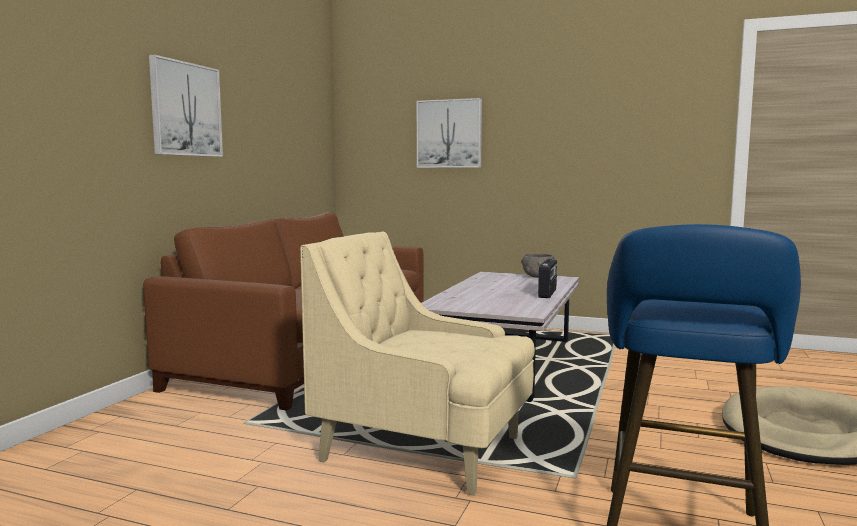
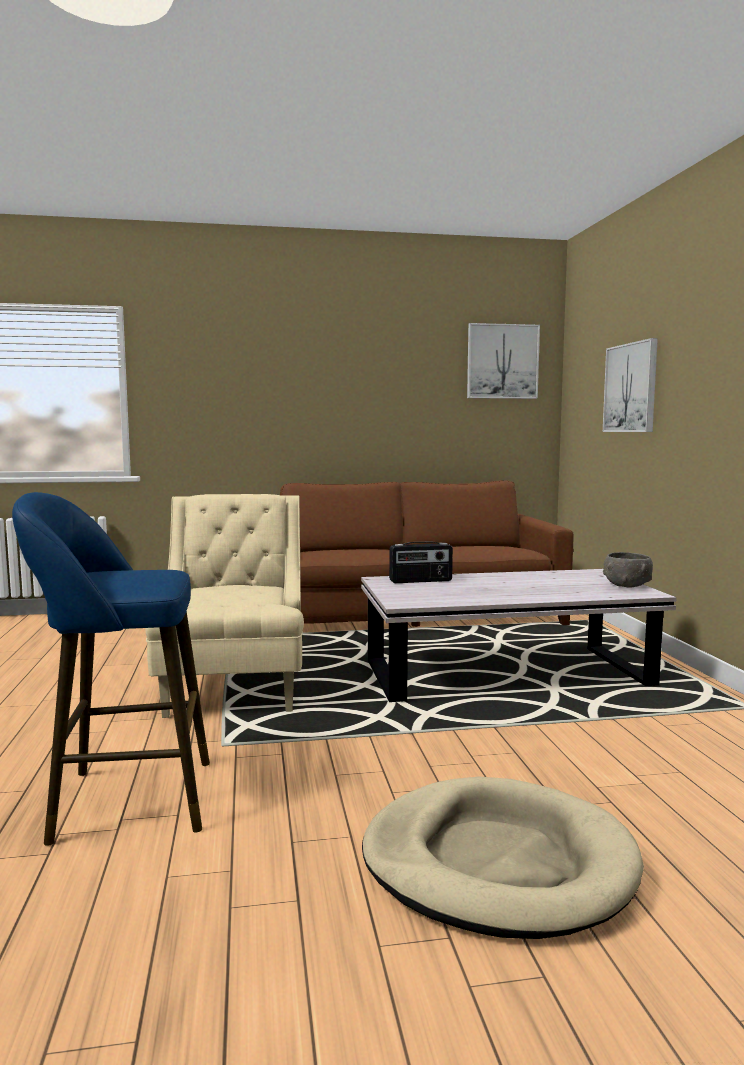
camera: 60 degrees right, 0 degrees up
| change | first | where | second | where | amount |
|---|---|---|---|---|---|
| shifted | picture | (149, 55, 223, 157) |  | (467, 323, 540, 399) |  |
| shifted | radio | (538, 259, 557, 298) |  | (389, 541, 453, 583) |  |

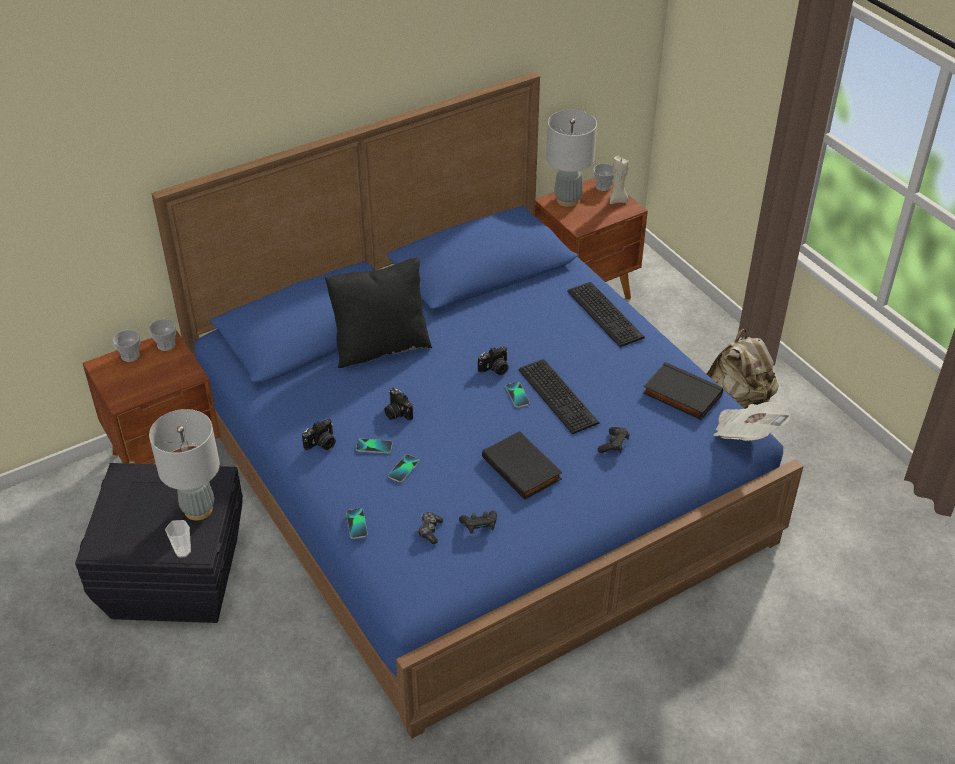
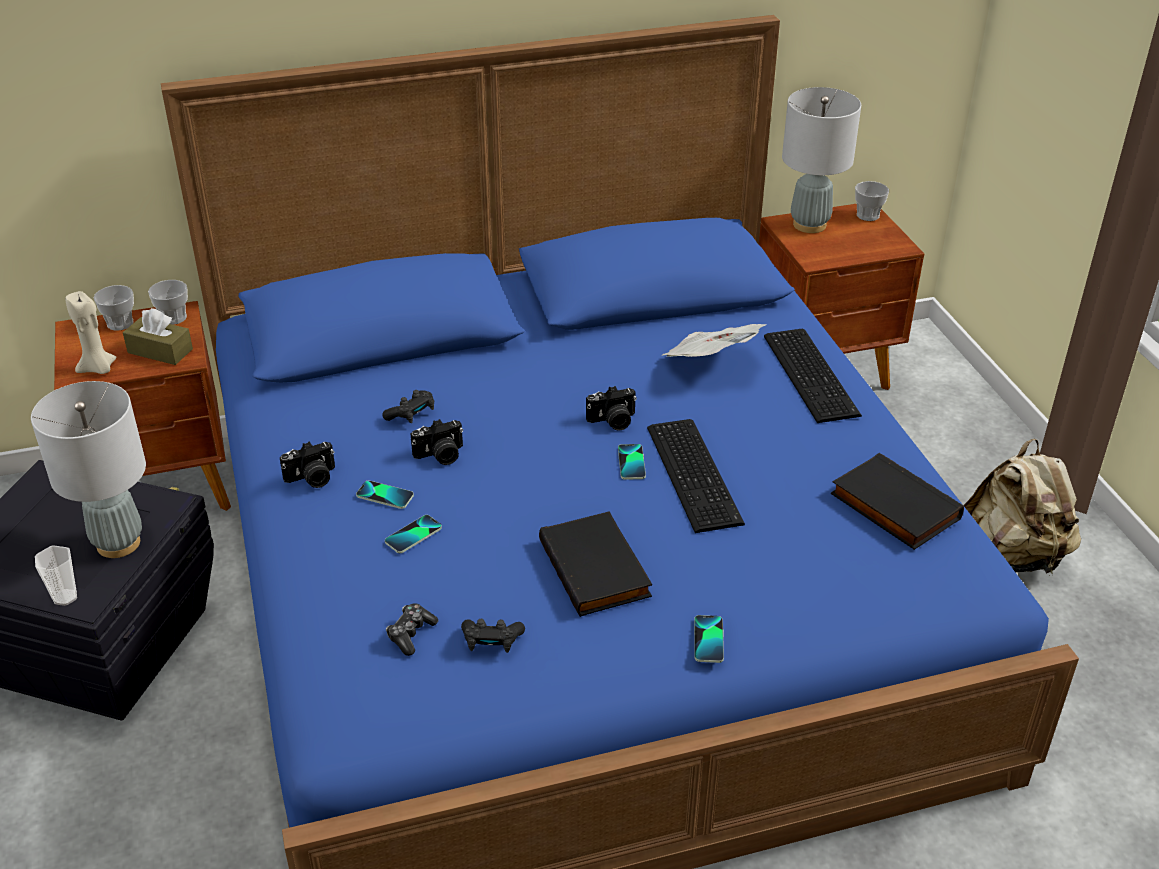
camera: 15 degrees right, 5 degrees down
| change | first | where | second | where | amount |
|---|---|---|---|---|---|
| shifted | candle (sand-coloured) | (610, 156, 629, 204) |  | (65, 291, 116, 374) |  |
| gone | cushion (blackish) | (325, 257, 432, 368) |  |  |  |
| rotated | still camera | (384, 388, 413, 420) |  | (411, 419, 463, 465) | 90 degrees counterclockwise |
| shifted | daily paper | (714, 401, 790, 441) |  | (661, 324, 767, 357) |  |
| shifted | joypad (blackish) | (598, 427, 630, 453) |  | (382, 390, 434, 423) |  |
| shifted | phone | (346, 508, 368, 539) |  | (694, 615, 724, 663) |  |
| new |  |  | tissue box (brown) | (123, 308, 193, 365) |  |

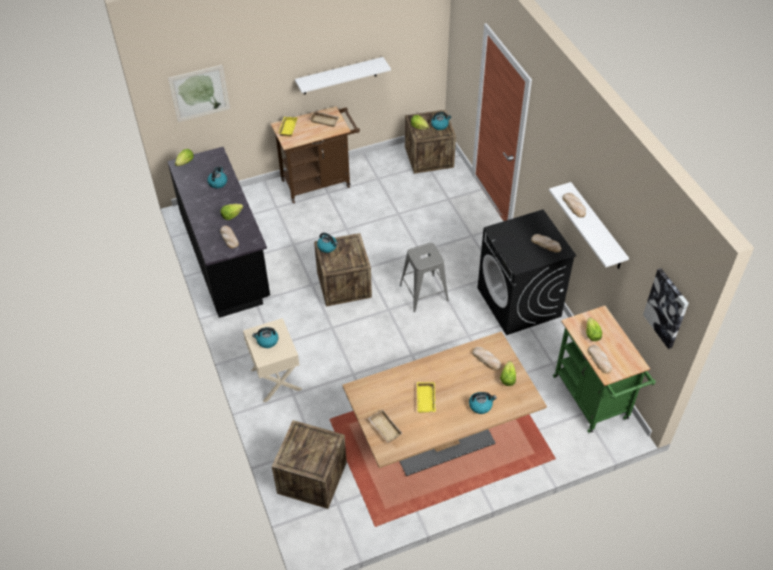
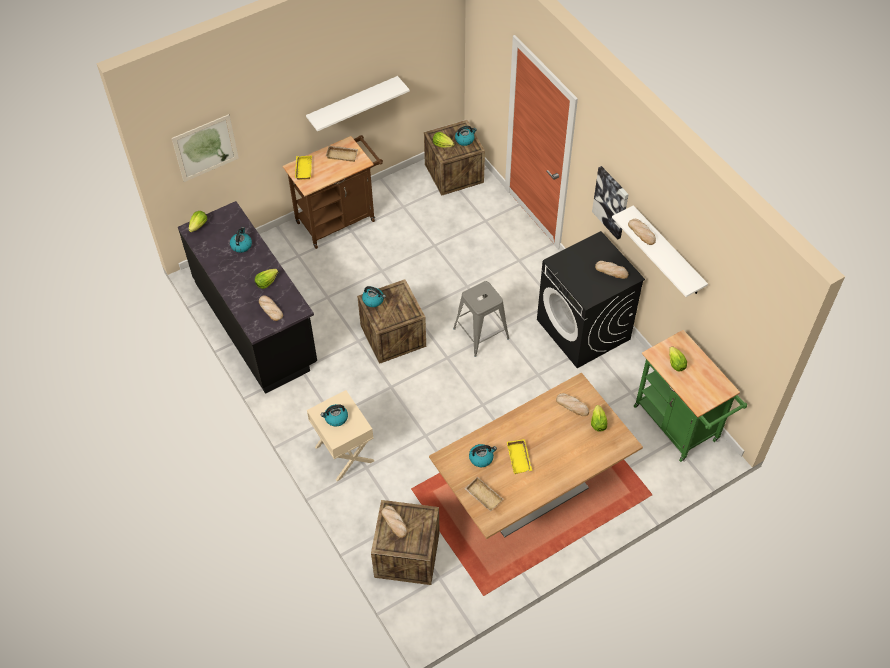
camera: 10 degrees left, 5 degrees up
| change | first | where | second | where | amount |
|---|---|---|---|---|---|
| shifted | picture | (643, 268, 689, 349) |  | (592, 166, 629, 240) |  |
| shifted | baked bread | (588, 345, 612, 374) |  | (381, 506, 407, 538) |  |
| shifted | kettle | (469, 392, 497, 414) |  | (469, 444, 497, 467) |  |

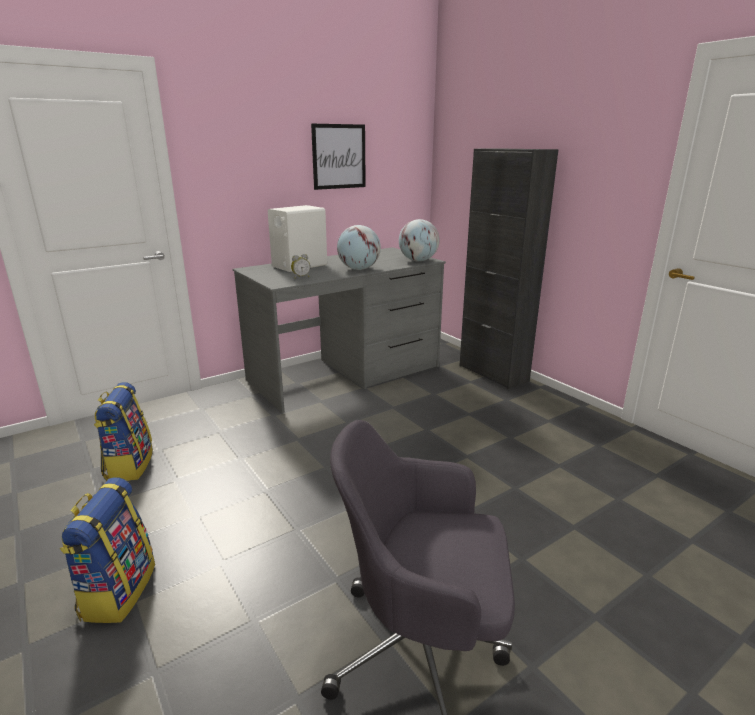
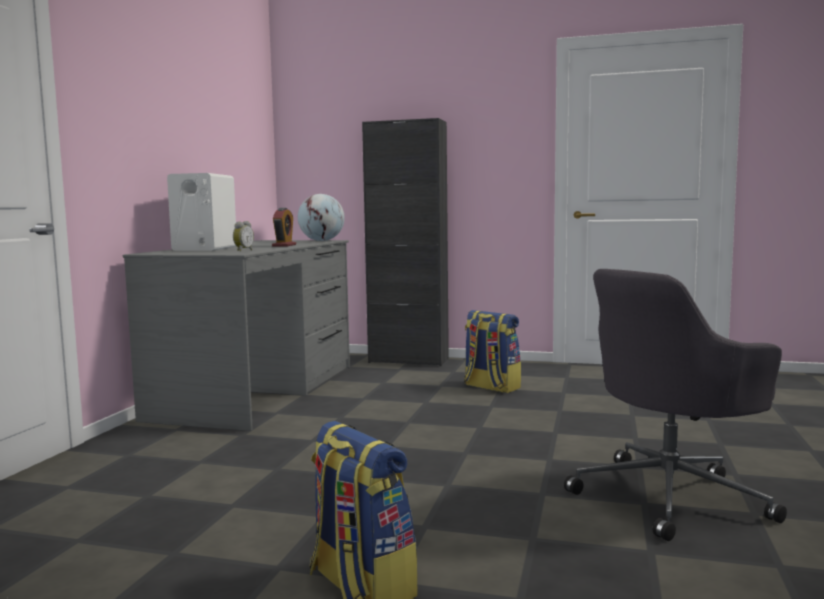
camera: 40 degrees left, 15 degrees down
| change | first | where | second | where | amount |
|---|---|---|---|---|---|
| gone | picture | (311, 124, 366, 190) |  |  |  |
| swapped | desk globe | (337, 225, 381, 270) | table clock | (272, 208, 296, 247) |  |
| shifted | backpack | (94, 382, 153, 481) |  | (464, 310, 521, 393) |  |

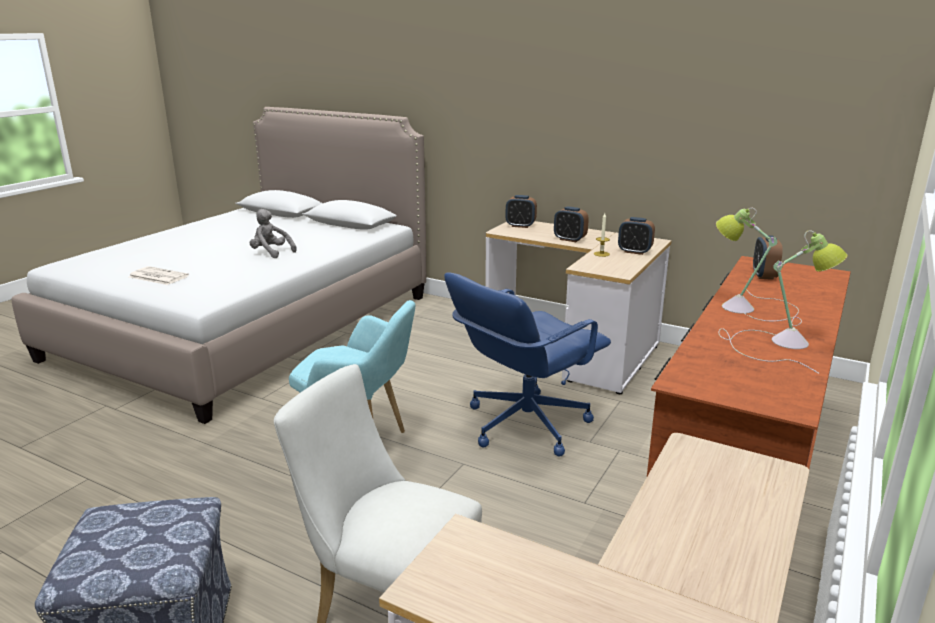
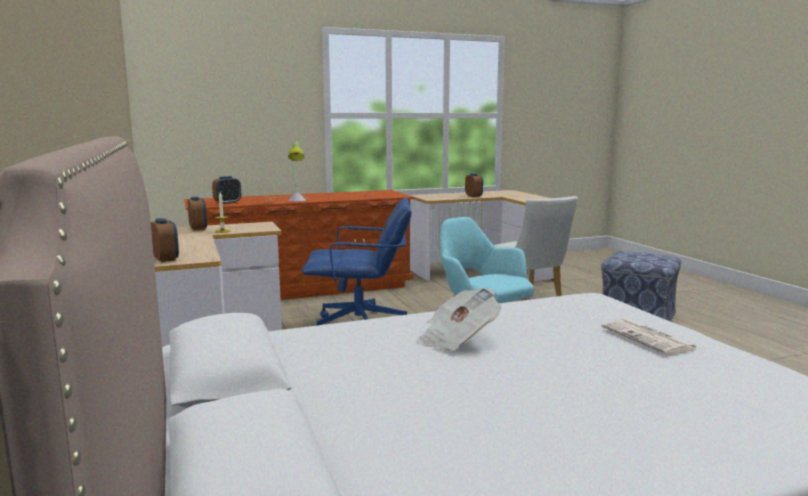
camera: 140 degrees left, 10 degrees down
| change | first | where | second | where | amount |
|---|---|---|---|---|---|
| shifted | table clock | (554, 206, 589, 242) |  | (465, 173, 483, 197) |  |
| swapped | plush toy (grey) | (250, 209, 297, 258) | daily paper | (417, 288, 501, 350) |  |
| gone | table lamp | (718, 230, 848, 374) |  |  |  |

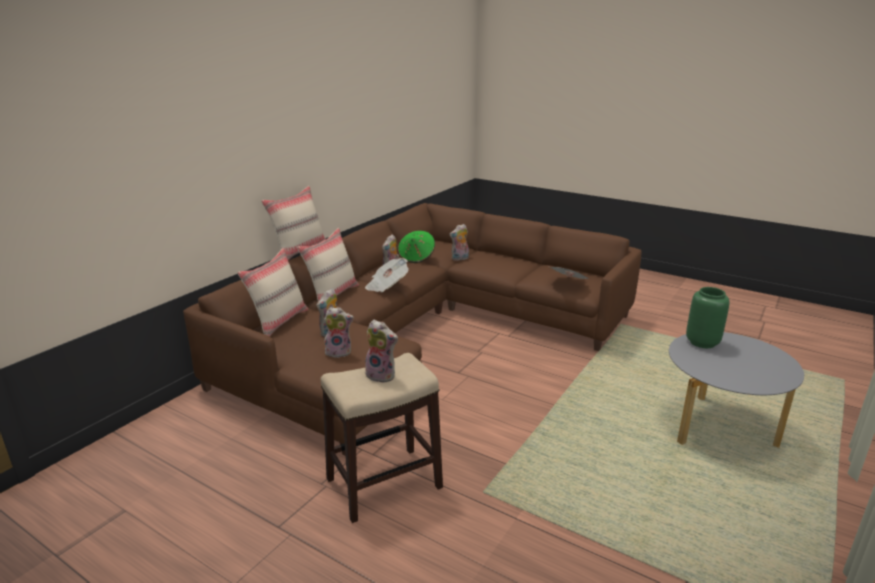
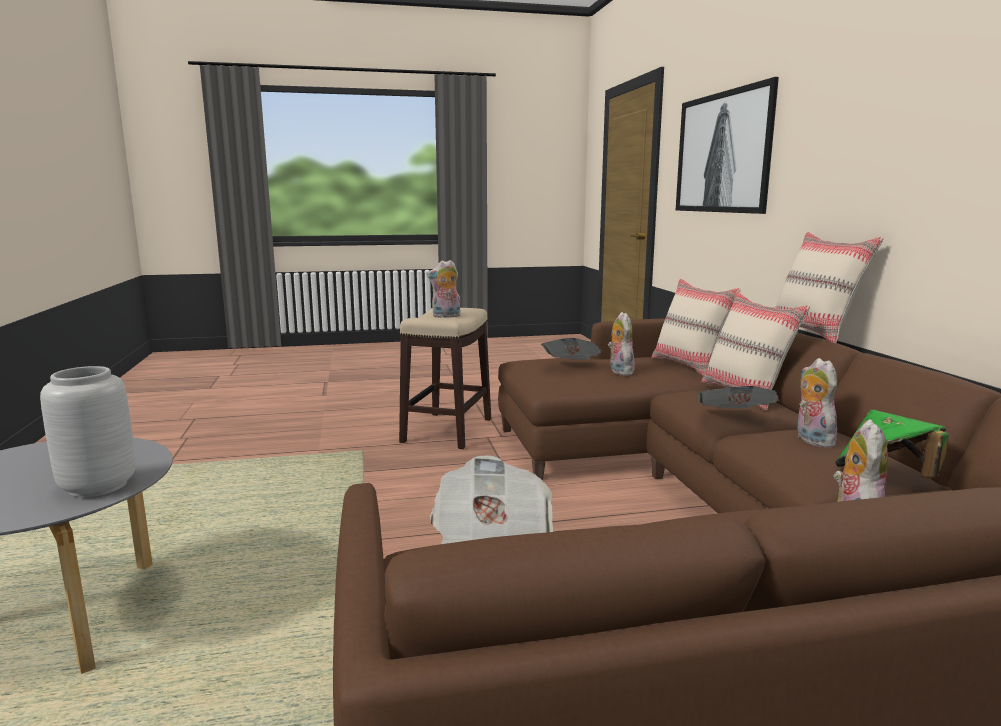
camera: 135 degrees right, 10 degrees down
| change | first | where | second | where | amount |
|---|---|---|---|---|---|
| repainted | vase (green-coloured) | (686, 287, 730, 348) | vase (grey) | (40, 366, 136, 497) |  |
| swapped | plush toy | (323, 307, 354, 358) | daily paper | (541, 338, 602, 360) |  |
| new |  |  | picture | (676, 77, 779, 214) |  |

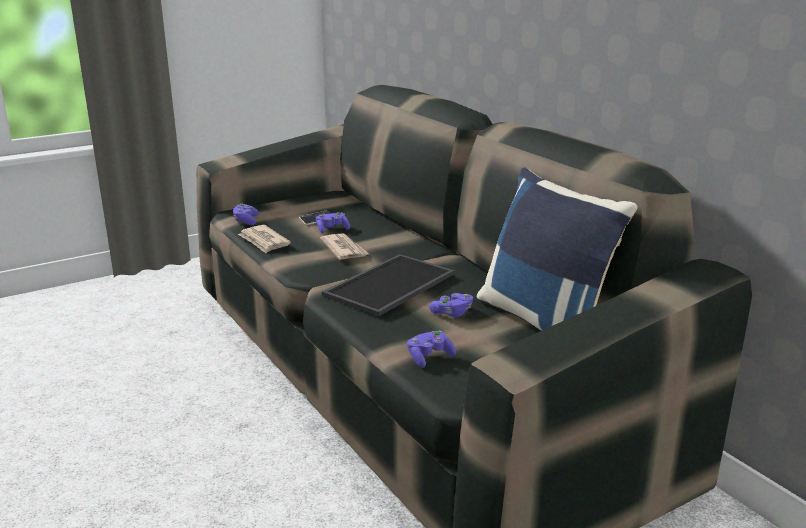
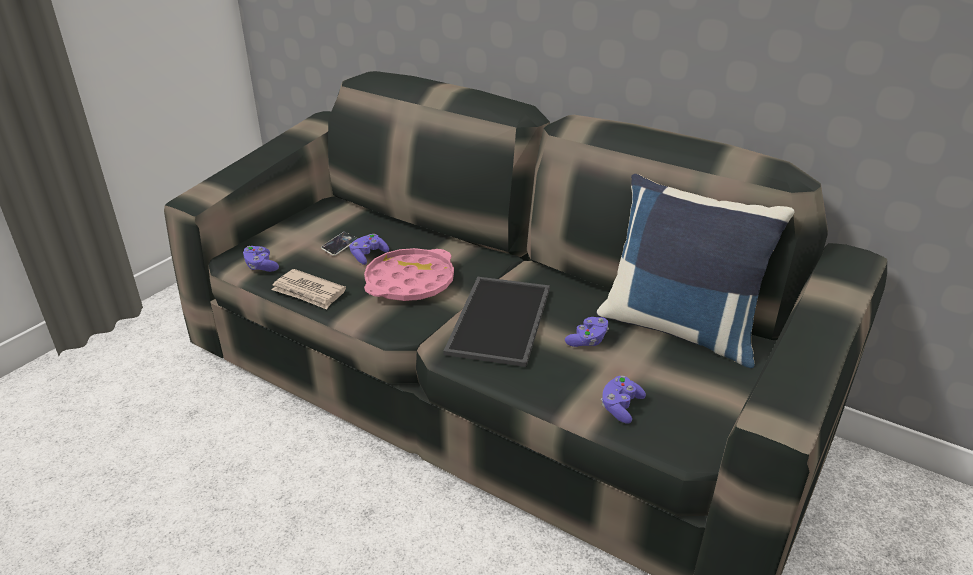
camera: 25 degrees left, 10 degrees up
| change | first | where | second | where | amount |
|---|---|---|---|---|---|
| swapped | daily paper | (320, 233, 369, 259) | serving tray (pink-coloured) | (364, 248, 454, 301) |  |

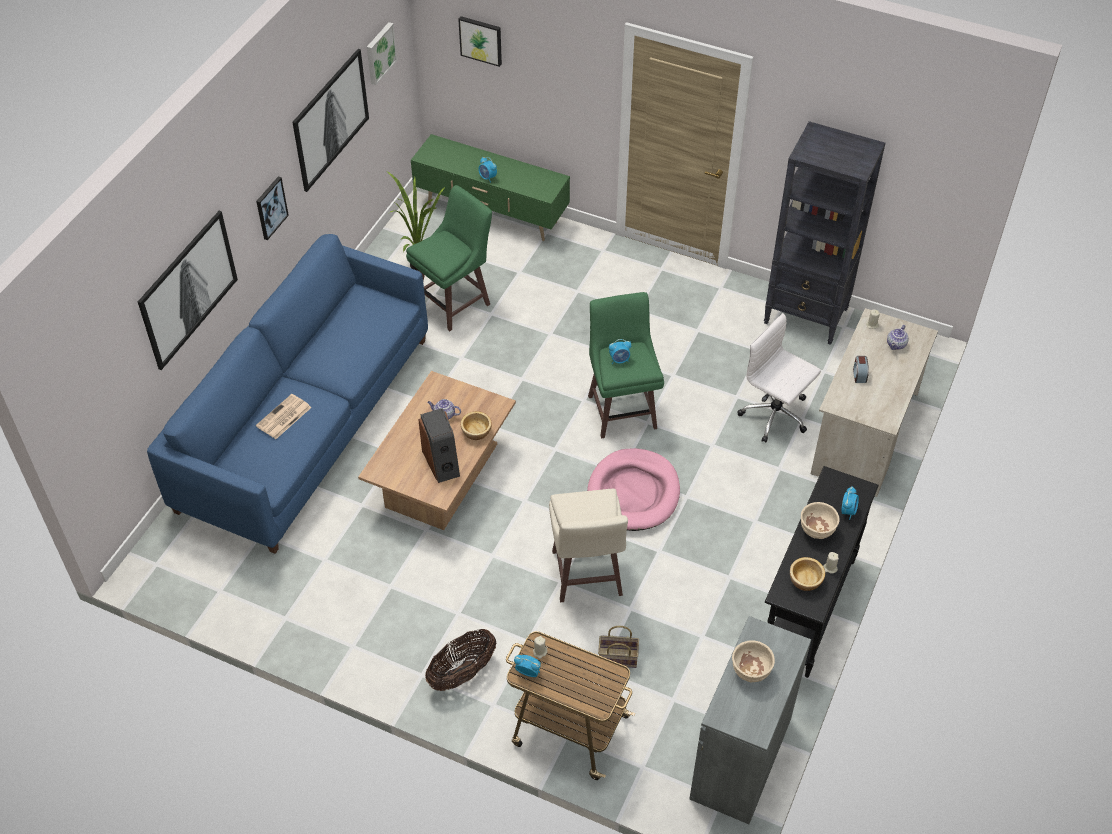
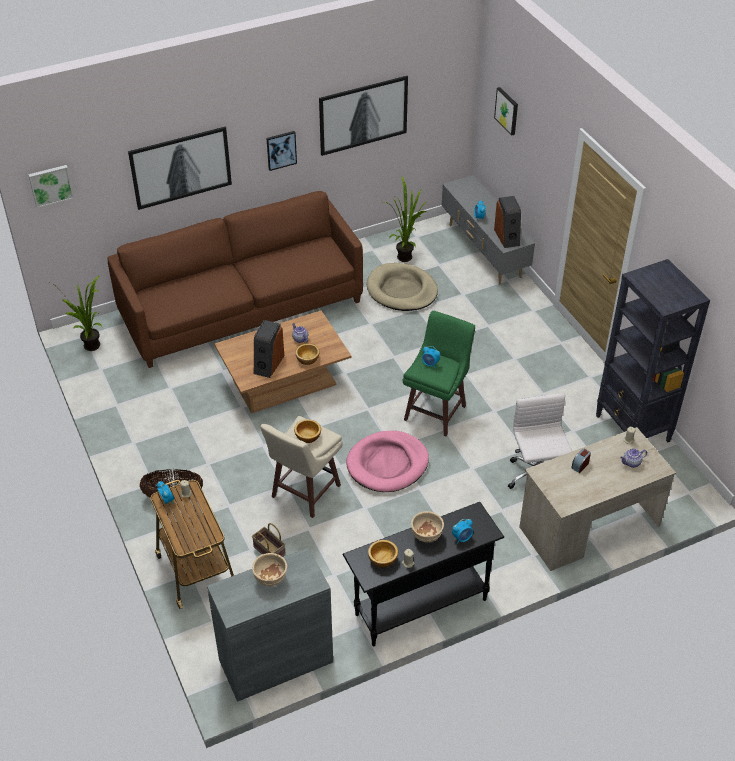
camera: 40 degrees right, 5 degrees down
| change | first | where | second | where | amount |
|---|---|---|---|---|---|
| shifted | picture | (367, 22, 397, 85) |  | (28, 165, 74, 208) |  |
| repainted | tv stand (green-coloured) | (411, 134, 570, 241) | tv stand (grey) | (442, 175, 535, 284) |  |
| swapped | sitting stool (green-coloured) | (406, 185, 492, 331) | dog bed (sand-coloured) | (367, 263, 438, 311) |  |
| repainted | couch (bluish) | (147, 234, 428, 554) | couch (brown) | (108, 191, 363, 368) |  |
| gone | daily paper | (256, 394, 311, 439) |  |  |  |
| new |  |  | speaker | (494, 196, 521, 248) |  |
| new |  |  | houseplant | (50, 275, 102, 351) |  |
| new |  |  | serving bowl | (294, 419, 321, 443) |  |

